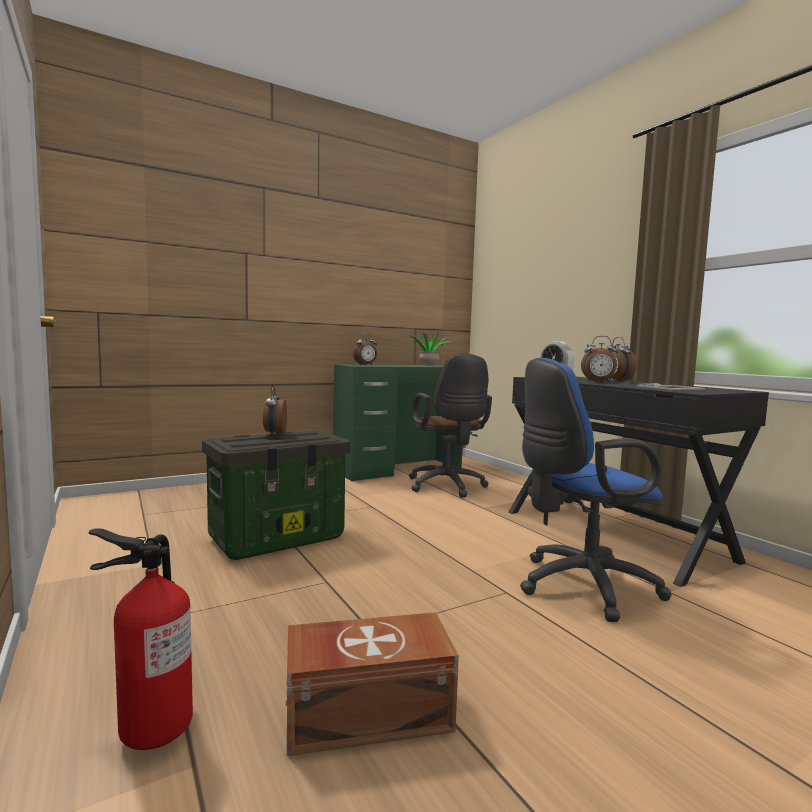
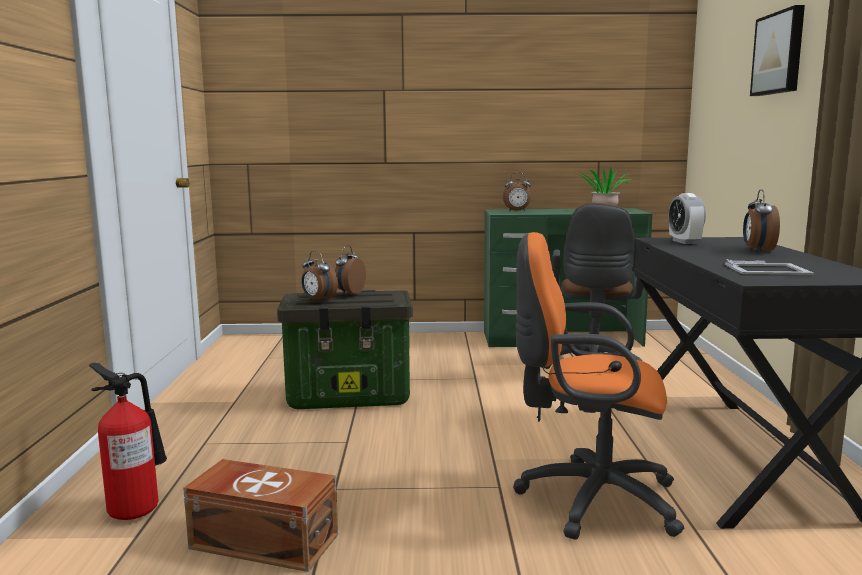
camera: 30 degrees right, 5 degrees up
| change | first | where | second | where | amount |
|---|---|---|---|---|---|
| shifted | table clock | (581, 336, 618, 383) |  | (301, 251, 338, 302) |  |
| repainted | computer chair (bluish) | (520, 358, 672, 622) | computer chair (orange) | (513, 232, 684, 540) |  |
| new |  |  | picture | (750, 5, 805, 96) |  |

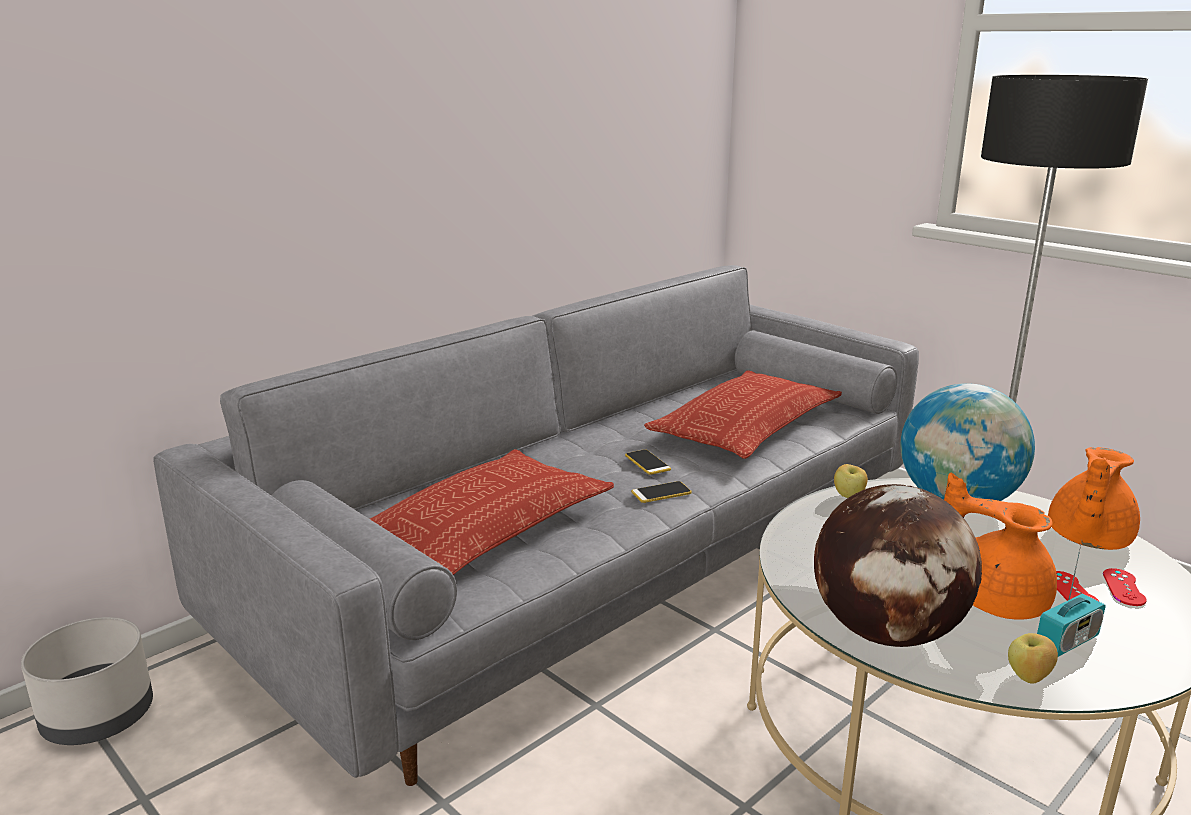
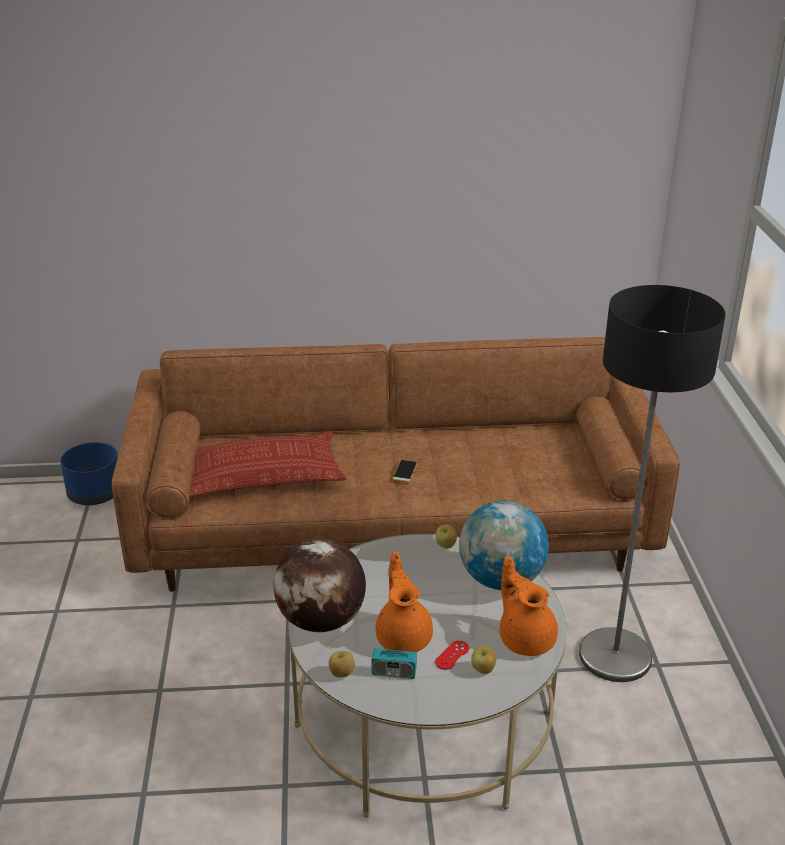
camera: 40 degrees right, 10 degrees up
| change | first | where | second | where | amount |
|---|---|---|---|---|---|
| repainted | couch (grey) | (153, 265, 919, 786) | couch (brown) | (112, 337, 680, 592) |  |
| gone | cushion | (644, 370, 842, 459) |  |  |  |
| rotated | teapot (orange) | (1048, 447, 1140, 550) |  | (500, 556, 558, 656) | 75 degrees clockwise |
| gone | phone | (631, 481, 692, 503) |  |  |  |
| swapped | joypad (red-coloured) | (1103, 568, 1147, 606) | apple fruit | (471, 645, 496, 674) |  |
| repainted | plant pot (grey) | (21, 617, 153, 745) | plant pot (bluish) | (60, 442, 118, 505) |  |

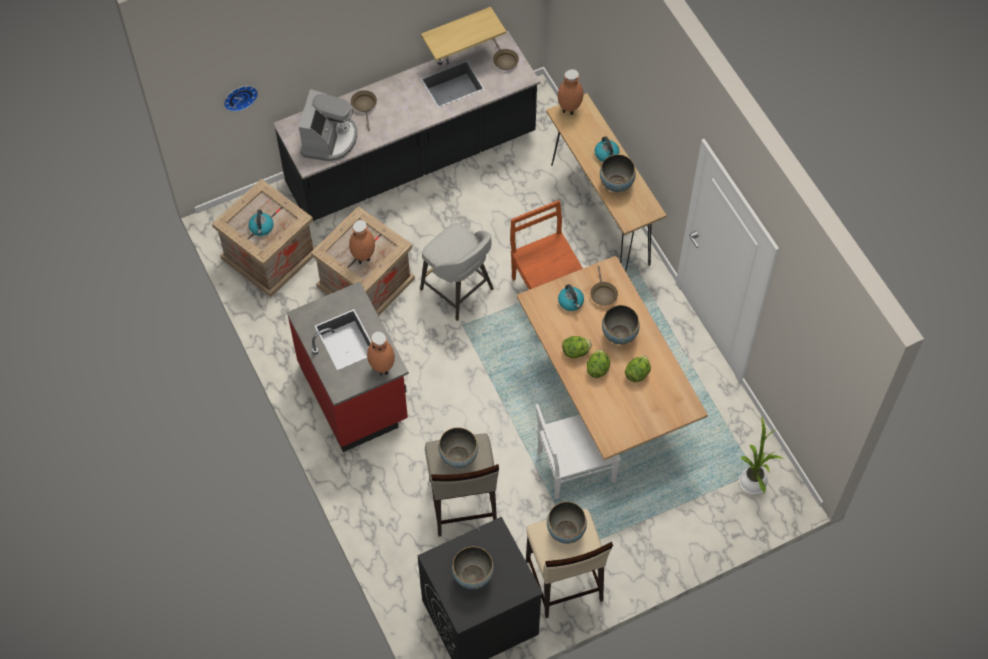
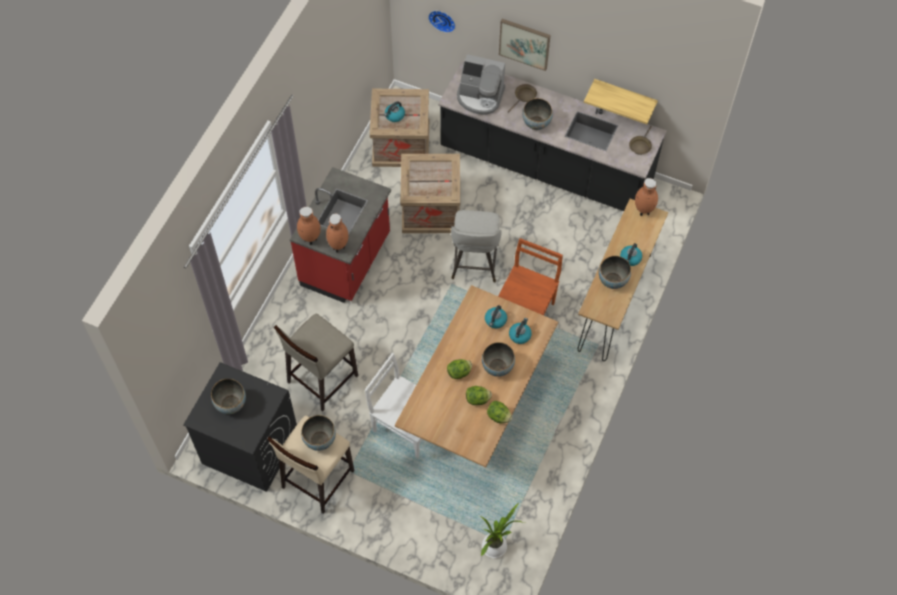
camera: 50 degrees right, 0 degrees up
| change | first | where | second | where | amount |
|---|---|---|---|---|---|
| rotated | coffee brewer | (299, 89, 357, 161) |  | (457, 54, 505, 115) | 45 degrees clockwise |
| shifted | vase (brown) | (349, 220, 375, 264) |  | (297, 207, 321, 245) |  |
| swapped | frying pan (brown) | (590, 266, 618, 306) | kettle | (509, 318, 532, 344) |  |
| shifted | head of lettuce | (562, 336, 592, 358) |  | (487, 401, 512, 423) |  |
| shifted | serving bowl | (439, 427, 478, 468) |  | (523, 98, 553, 130) |  |
| new |  |  | picture | (499, 19, 551, 71) |  |

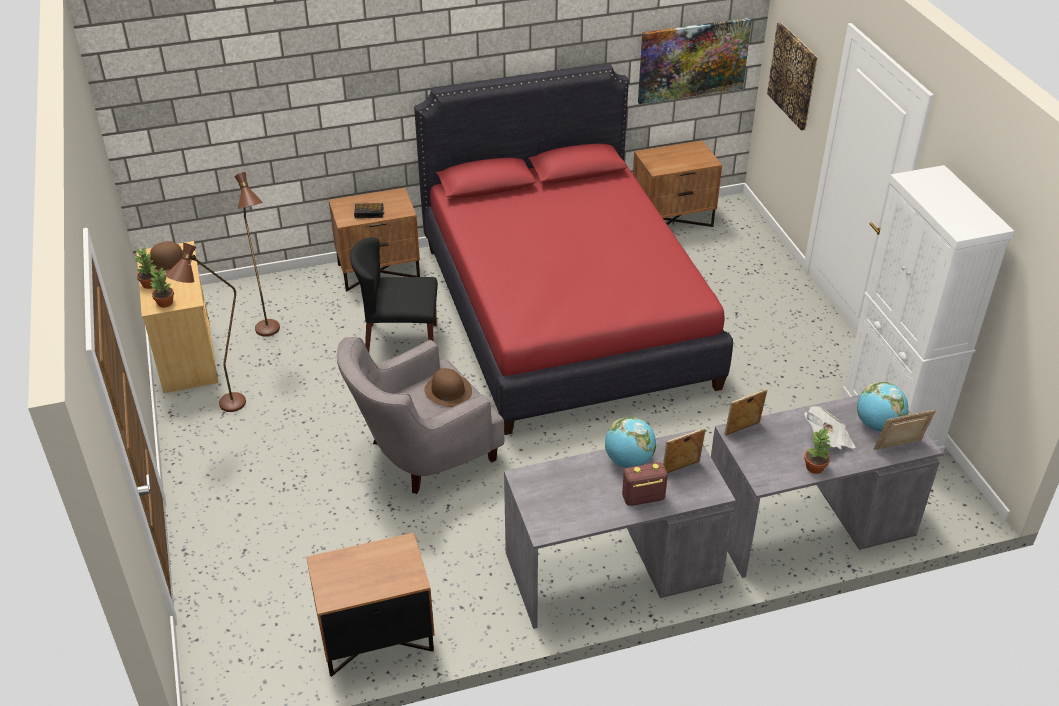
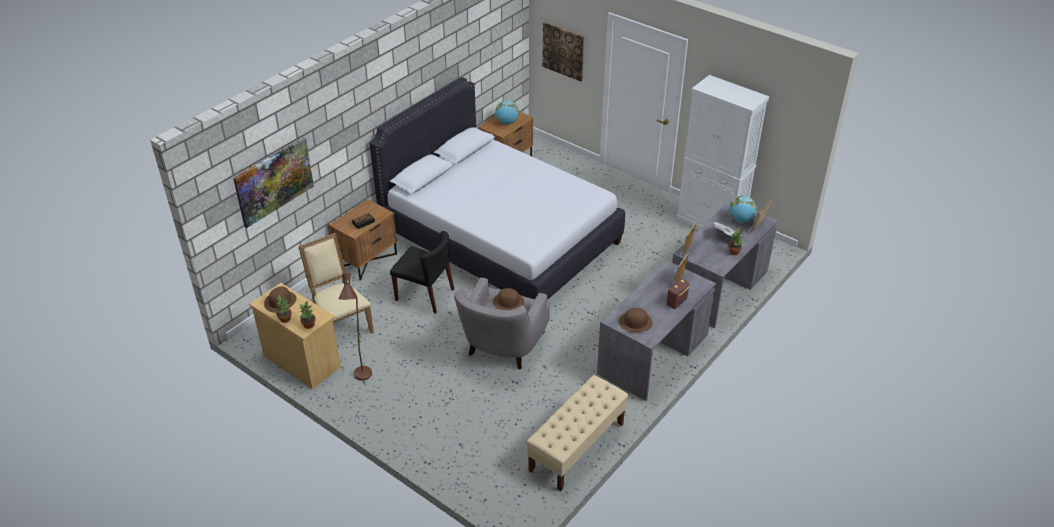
camera: 35 degrees left, 0 degrees up
| change | first | where | second | where | amount |
|---|---|---|---|---|---|
| shifted | picture | (638, 18, 752, 104) |  | (233, 138, 314, 228) |  |
| repainted | bedroom bed (red-coloured) | (414, 63, 733, 435) | bedroom bed (whitish) | (369, 77, 625, 300) |  |
| swapped | floor lamp (brown) | (235, 172, 280, 337) | upright chair (sand-coloured) | (298, 233, 374, 334) |  |
| rotated | upright chair (blackish) | (350, 237, 438, 352) |  | (390, 231, 454, 314) | 120 degrees counterclockwise |
| shifted | desk globe | (605, 417, 656, 468) |  | (495, 100, 519, 124) |  |
| swapped | nightstand (brown) | (306, 533, 435, 677) | long seat (sand-coloured) | (526, 375, 628, 491) |  |
| new |  |  | clothing hat (brown) | (619, 308, 653, 332) |  |

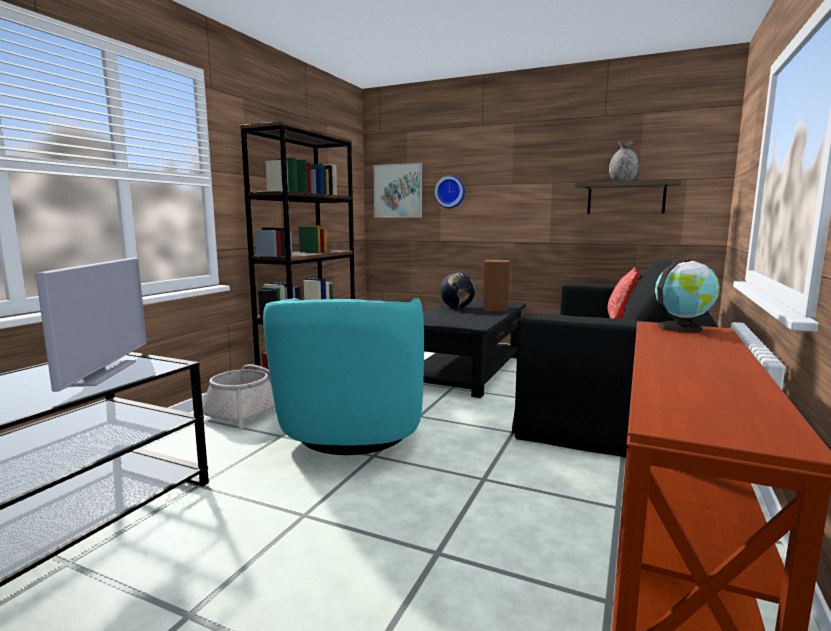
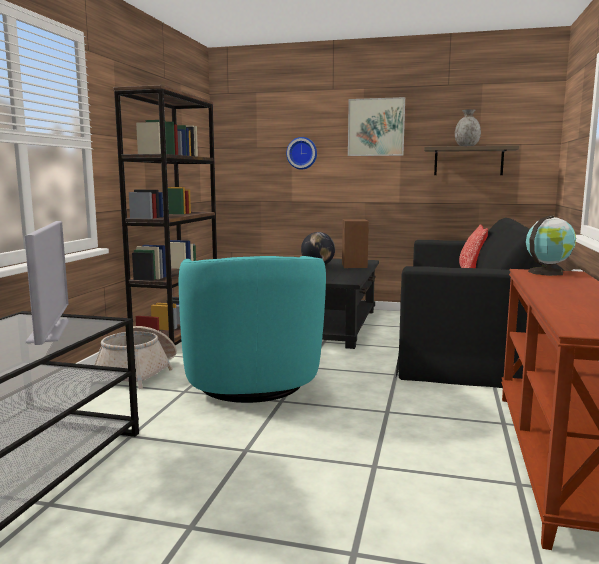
camera: 10 degrees left, 0 degrees up
| change | first | where | second | where | amount |
|---|---|---|---|---|---|
| shifted | picture | (374, 163, 422, 218) |  | (348, 97, 405, 156) |  |

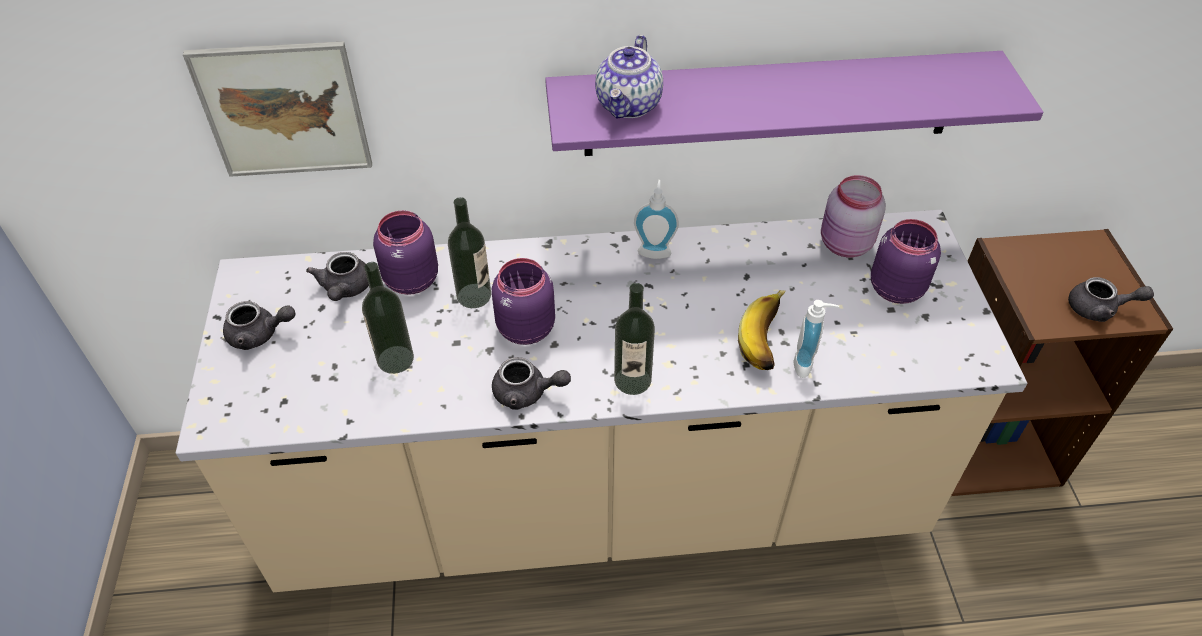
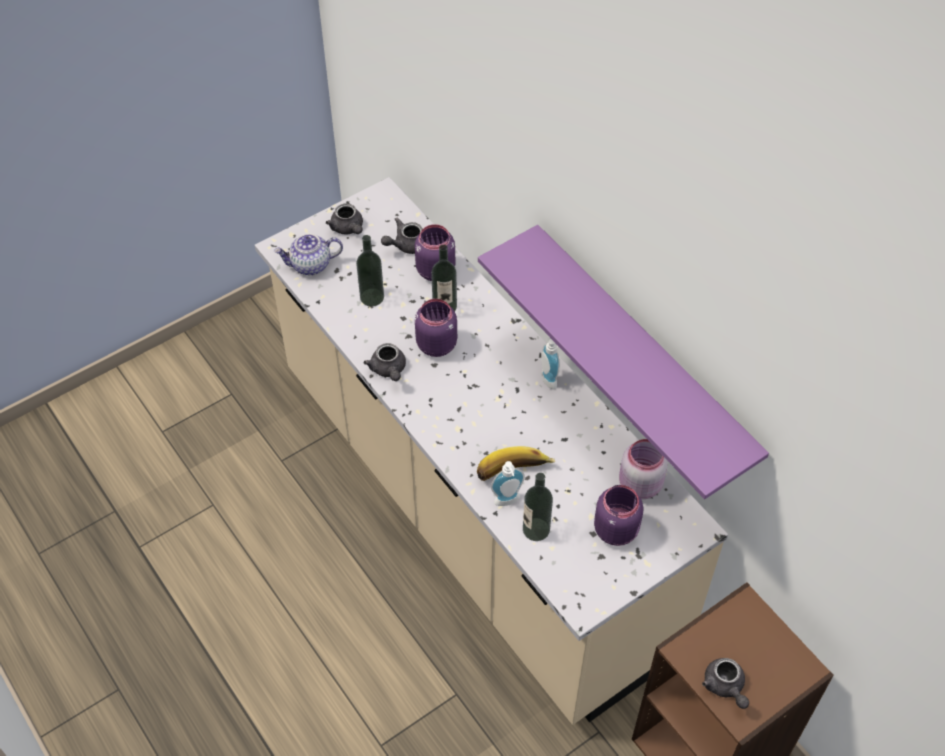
camera: 60 degrees right, 5 degrees up
| change | first | where | second | where | amount |
|---|---|---|---|---|---|
| shifted | teapot | (595, 35, 663, 119) |  | (274, 233, 343, 275) |  |
| gone | picture | (183, 41, 372, 177) |  |  |  |
| shifted | drink bottle | (614, 283, 655, 395) |  | (523, 473, 553, 541) |  |

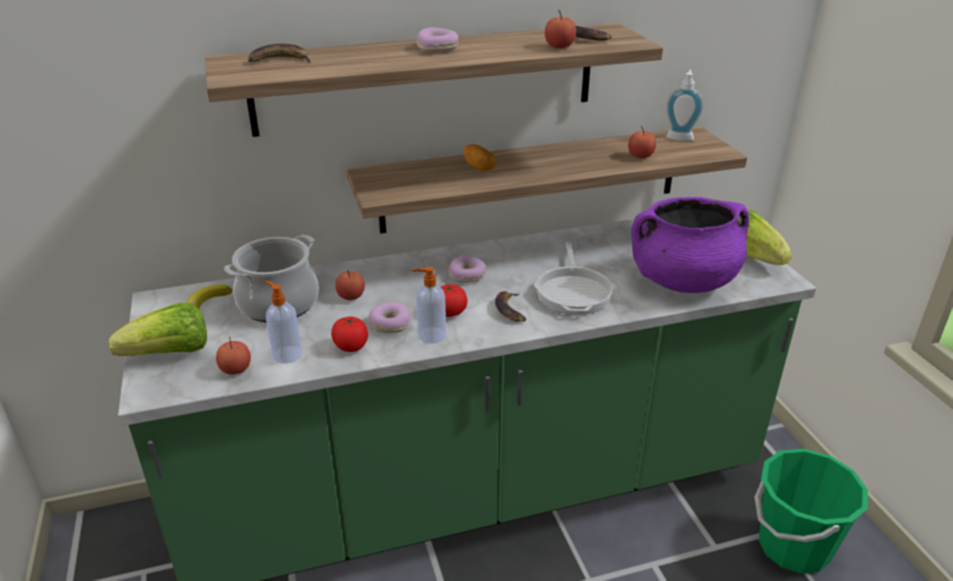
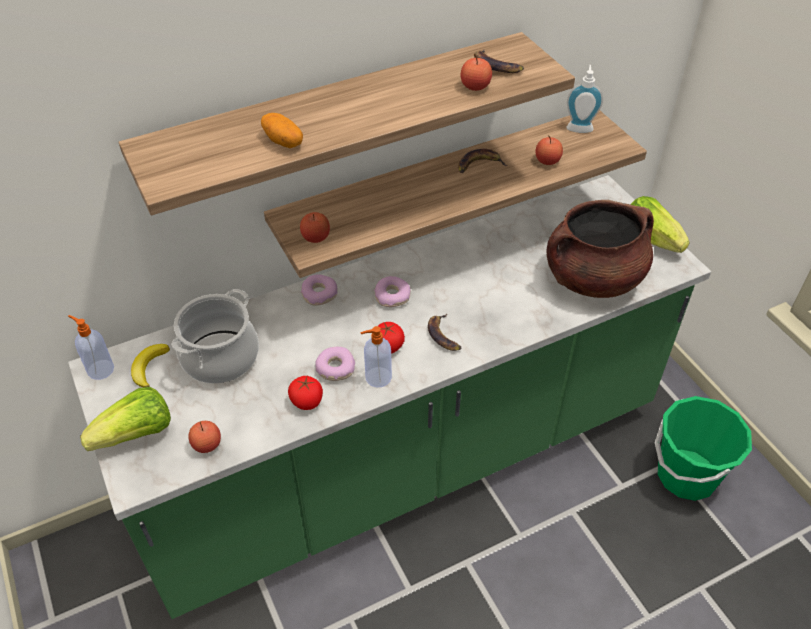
camera: 10 degrees left, 15 degrees up
| change | first | where | second | where | amount |
|---|---|---|---|---|---|
| shifted | ring doughnut | (416, 28, 458, 53) |  | (301, 274, 337, 305) |  |
| shifted | whole banana | (248, 44, 310, 63) |  | (458, 149, 508, 173) |  |
| shifted | whole potato | (463, 144, 497, 171) |  | (261, 113, 303, 148) |  |
| repainted | stockpot (purple) | (631, 197, 749, 293) | stockpot (brown) | (546, 200, 654, 298) |  |
| gone | frying pan | (534, 242, 615, 315) |  |  |  |
| shifted | apple fruit | (335, 270, 365, 300) |  | (300, 212, 330, 243) |  |
| shifted | soap dispenser | (265, 280, 302, 364) |  | (68, 315, 114, 380) |  |

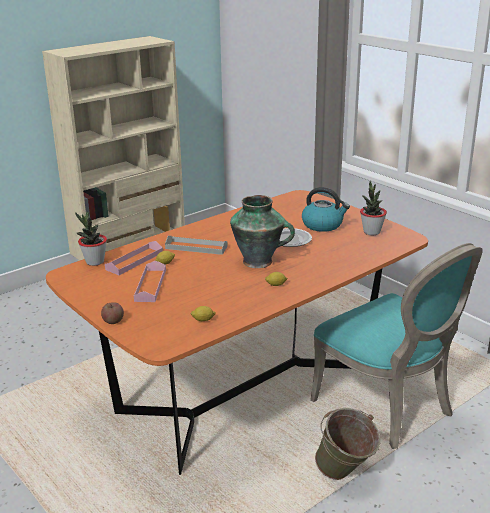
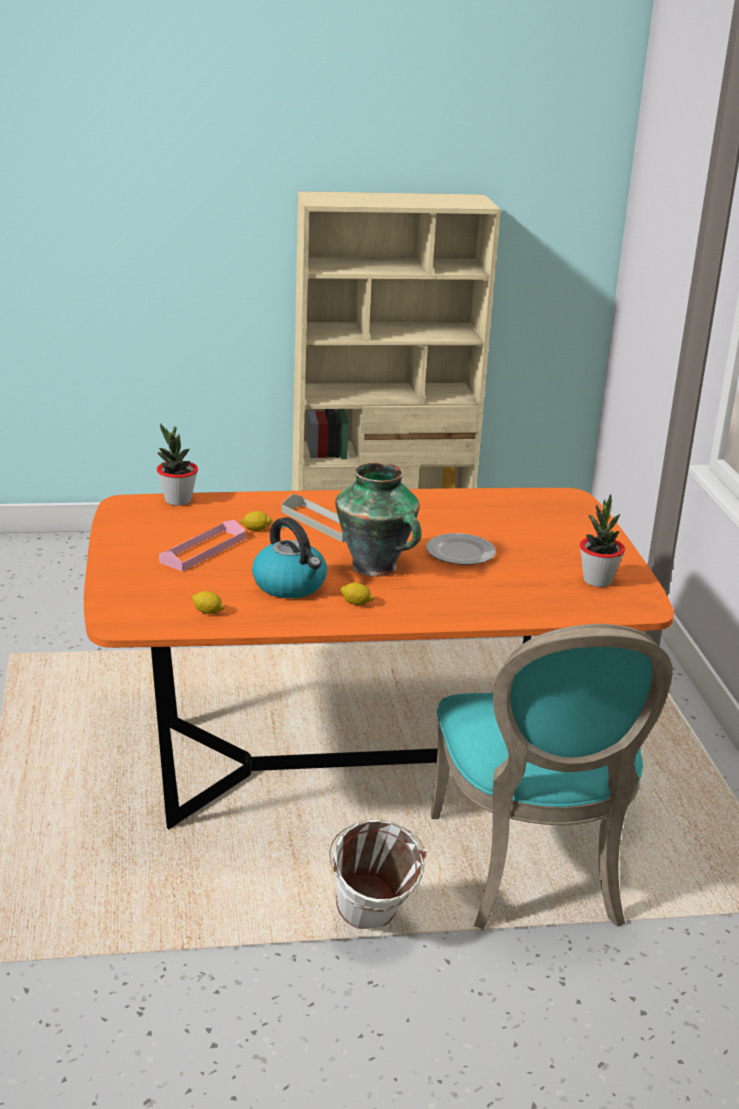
camera: 30 degrees right, 0 degrees up
| change | first | where | second | where | amount |
|---|---|---|---|---|---|
| shifted | kettle | (302, 187, 350, 232) |  | (252, 517, 327, 598) |  |
| gone | serving tray (pink-coloured) | (105, 241, 163, 275) |  |  |  |
| gone | apple fruit | (101, 302, 124, 324) |  |  |  |
| repainted | pail (green-coloured) | (315, 408, 380, 480) | pail (whitish) | (329, 819, 427, 929) |  |

